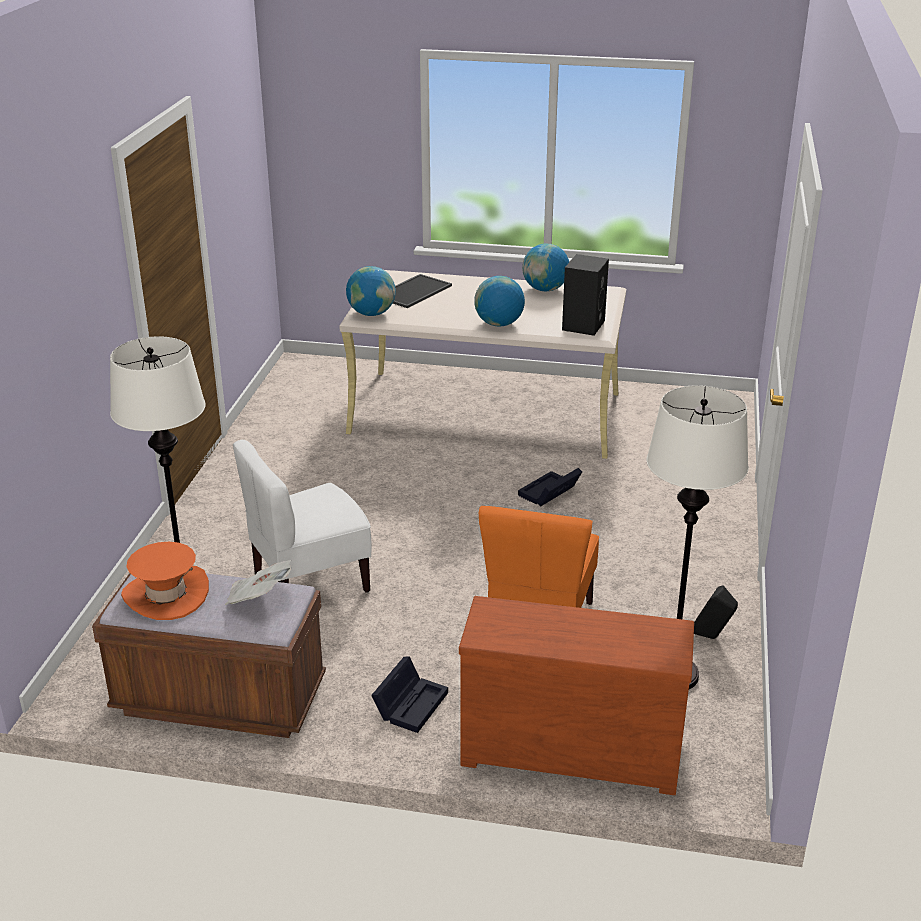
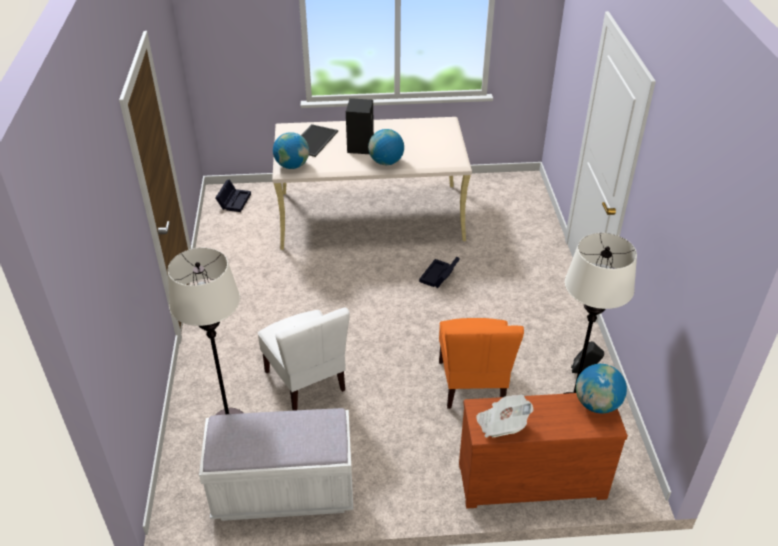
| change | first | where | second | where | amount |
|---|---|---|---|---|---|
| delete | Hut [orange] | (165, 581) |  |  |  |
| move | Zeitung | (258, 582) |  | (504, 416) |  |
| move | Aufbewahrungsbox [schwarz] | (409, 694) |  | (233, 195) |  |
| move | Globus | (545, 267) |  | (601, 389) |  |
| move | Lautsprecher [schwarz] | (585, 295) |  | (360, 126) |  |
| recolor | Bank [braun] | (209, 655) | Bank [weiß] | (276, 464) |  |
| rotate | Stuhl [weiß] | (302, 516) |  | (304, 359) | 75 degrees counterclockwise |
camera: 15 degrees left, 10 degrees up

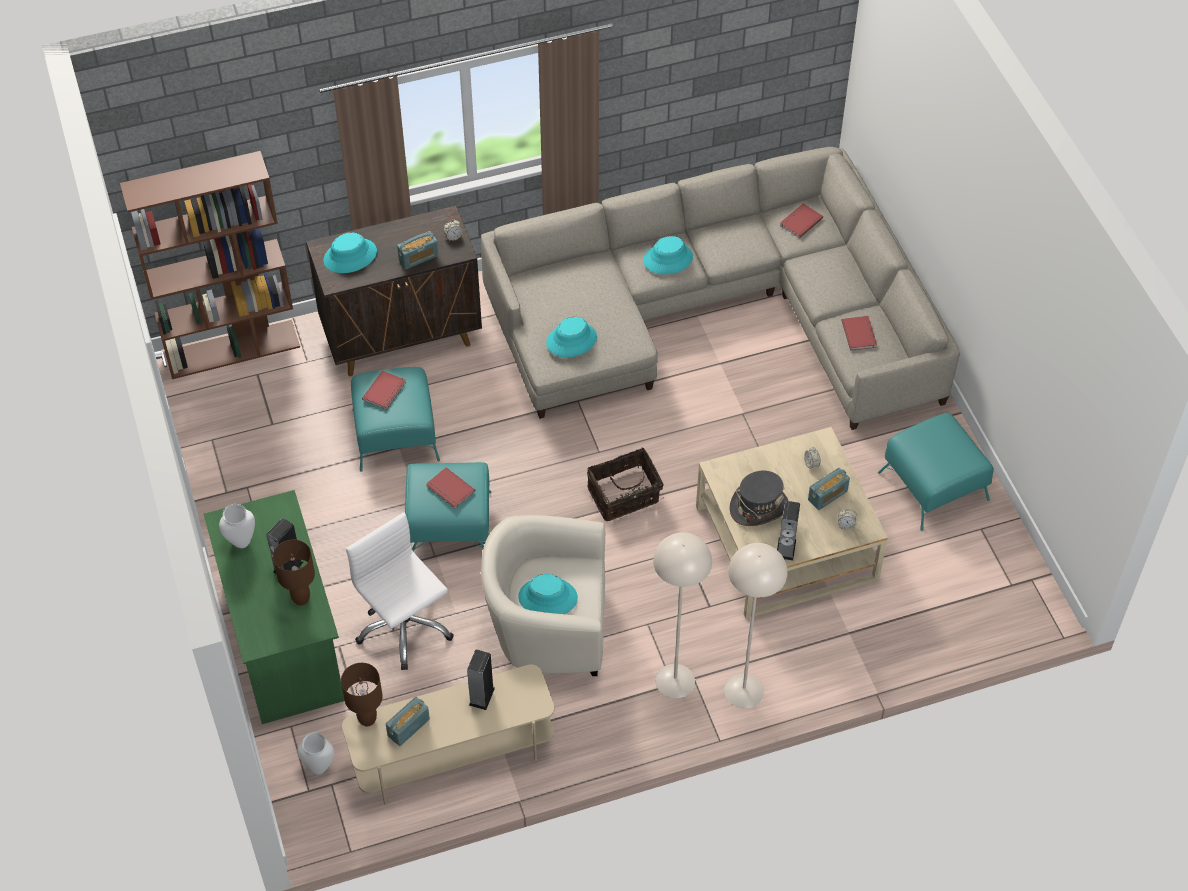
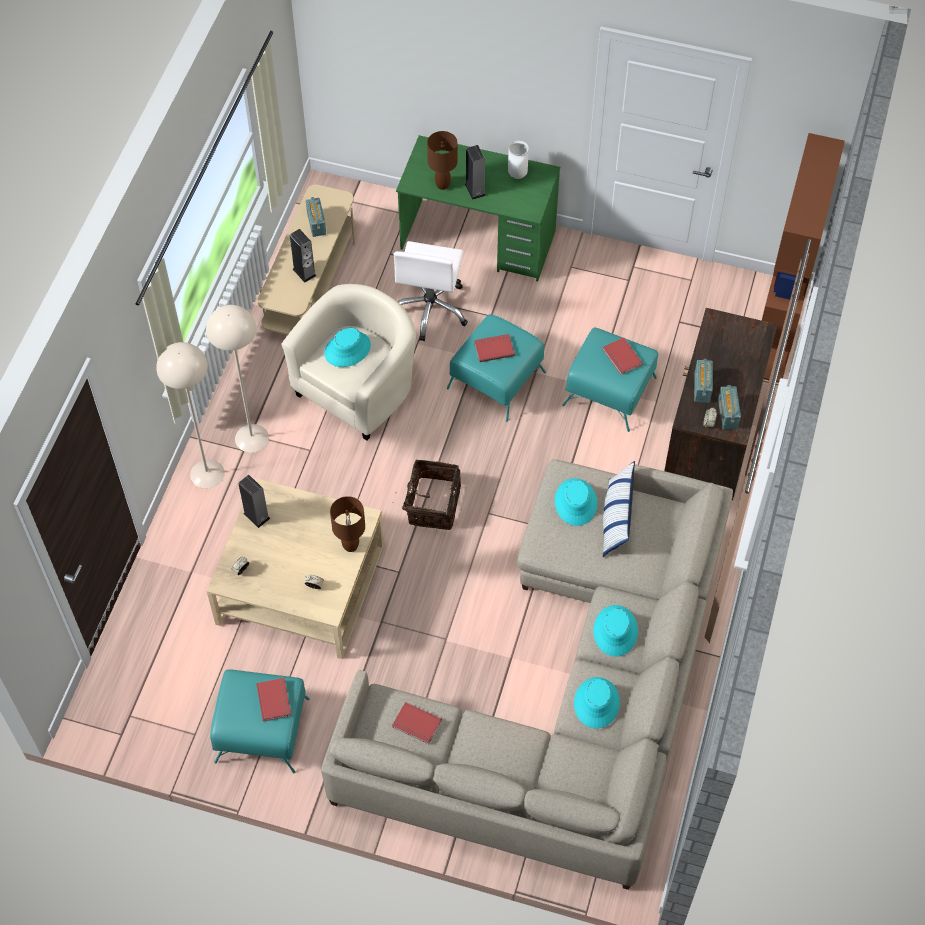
| change | first | where | second | where | amount |
|---|---|---|---|---|---|
| delete | Vase [weiß] | (315, 753) |  |  |  |
| delete | Hut [grau] | (759, 498) |  |  |  |
| insert |  |  | Kissen | (619, 509) |  |
| move | Hut [türkis] | (350, 252) |  | (597, 703) |  |
| move | Tischlampe [braun] | (362, 694) |  | (347, 524) |  |
| move | Buch [rot] | (801, 221) |  | (273, 699) |  |
| move | Radio | (829, 489) |  | (729, 407) |  |
| rotate | Bürostuhl [weiß] | (400, 591) |  | (431, 291) | 105 degrees clockwise |
camera: 125 degrees right, 5 degrees up

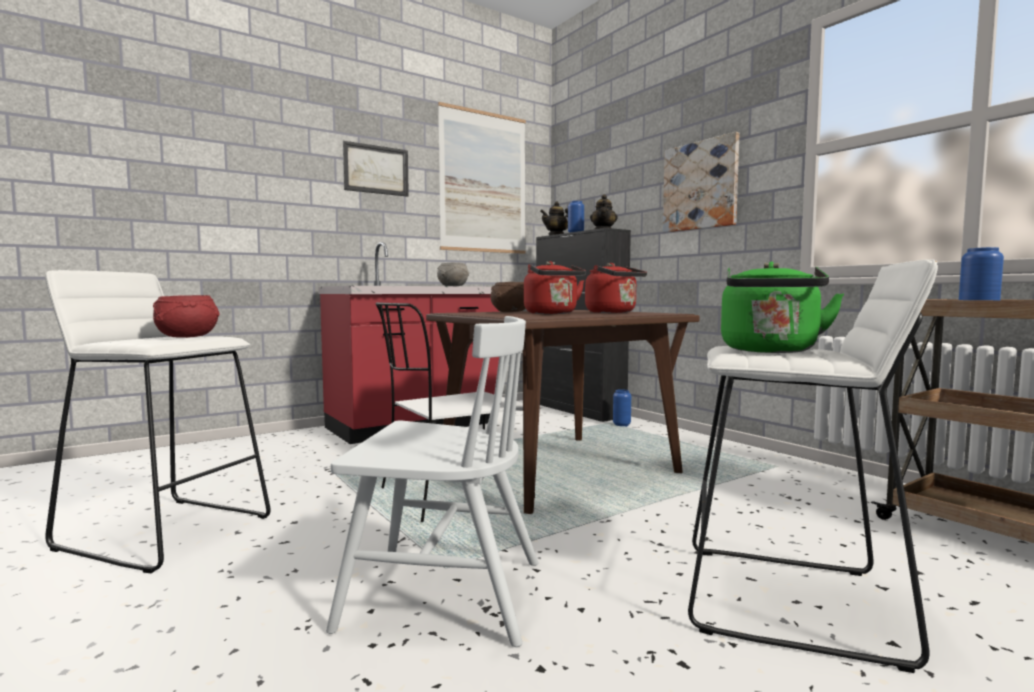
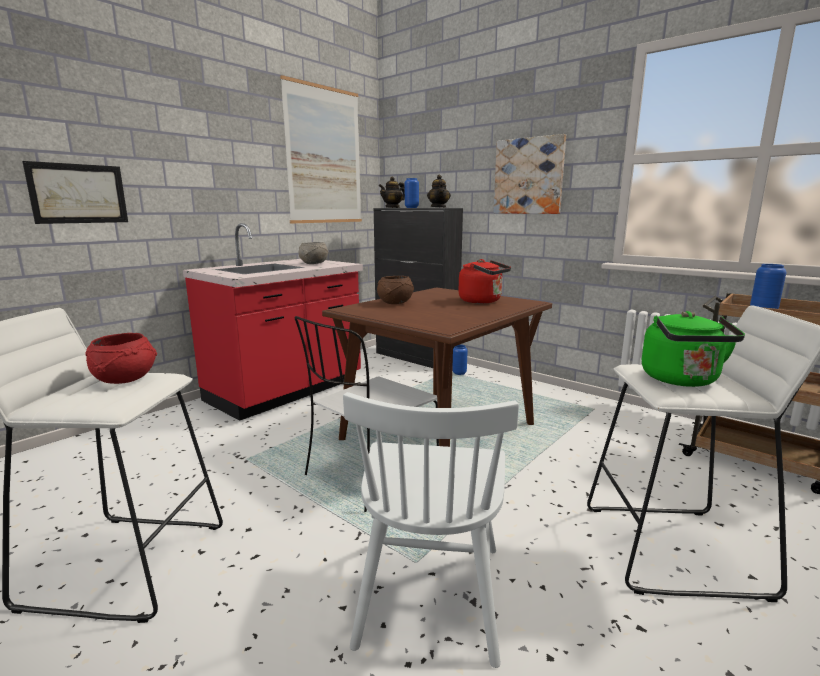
| change | first | where | second | where | amount |
|---|---|---|---|---|---|
| delete | Wasserkessel [rot] | (555, 287) |  |  |  |
| move | Bild | (376, 169) |  | (75, 192) |  |
| rotate | Stuhl [weiß] | (432, 481) |  | (431, 530) | 105 degrees clockwise |
camera: 15 degrees left, 10 degrees up

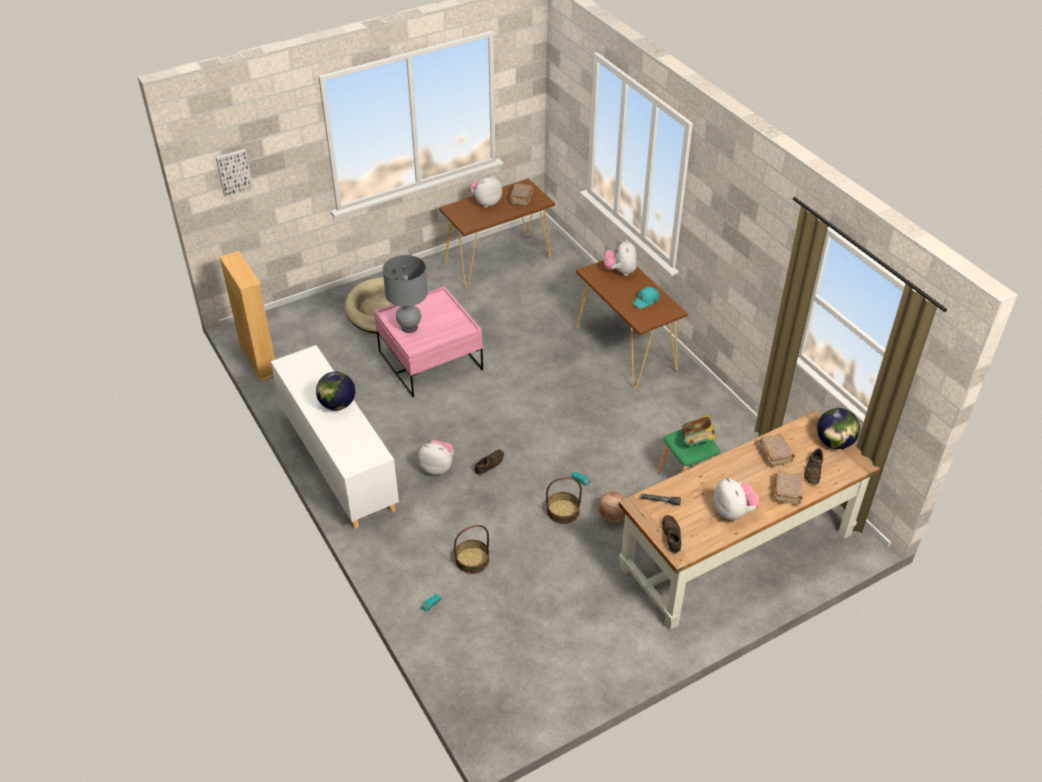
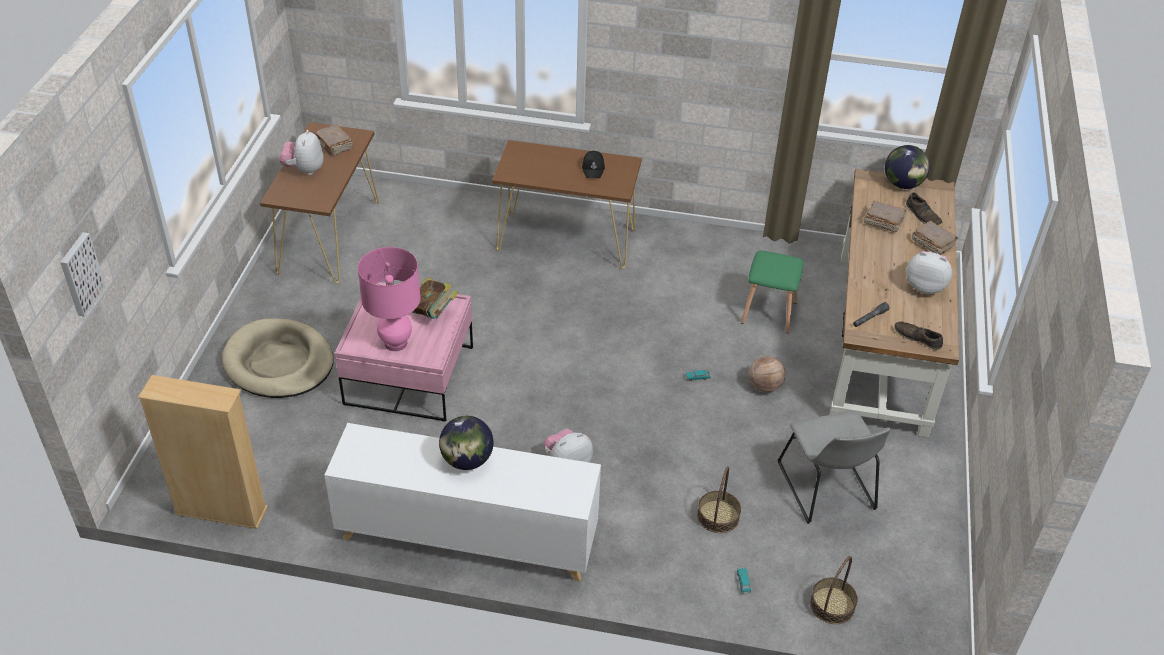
| change | first | where | second | where | amount |
|---|---|---|---|---|---|
| delete | Schuh [braun] | (489, 462) |  |  |  |
| delete | Plüschtier | (620, 258) |  |  |  |
| insert |  |  | Stuhl [grau] | (834, 467) |  |
| move | Korb | (564, 500) |  | (834, 590) |  |
| move | Buch | (699, 430) |  | (435, 298) |  |
| recolor | Tischlampe [grau] | (405, 294) | Tischlampe [rosa] | (389, 299) |  |
| recolor | Kappe [türkis] | (646, 298) | Kappe [schwarz] | (593, 164) |  |
camera: 50 degrees left, 0 degrees up

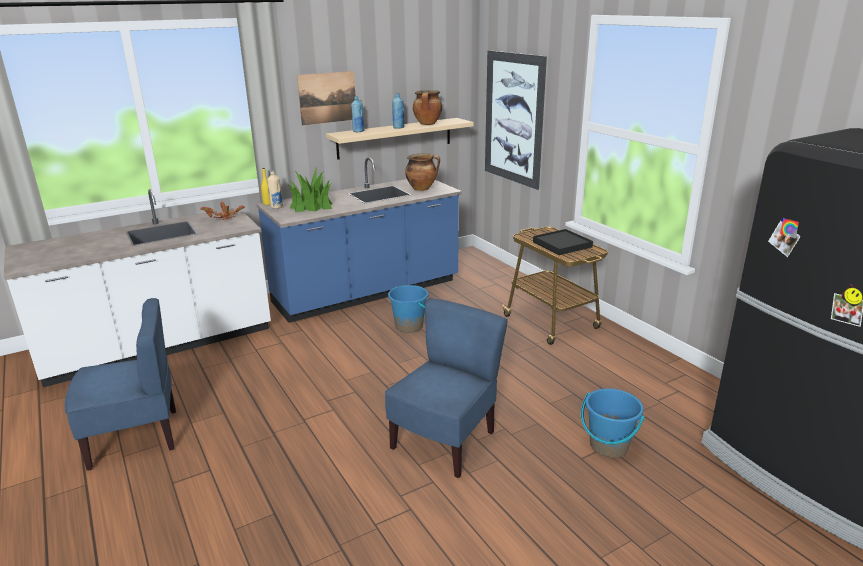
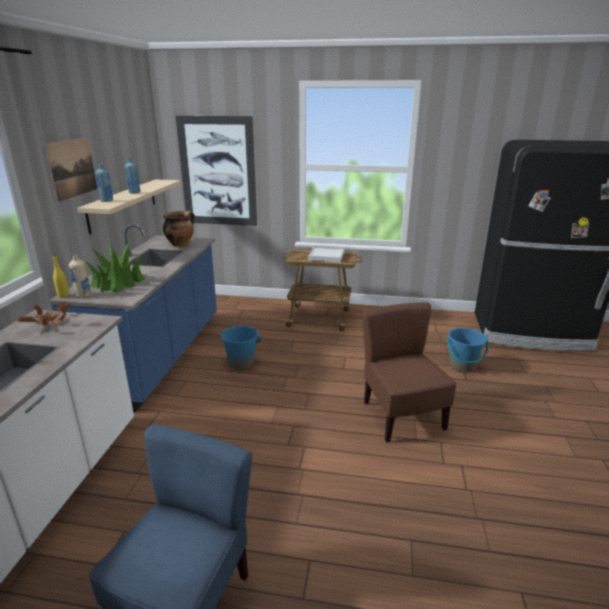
| change | first | where | second | where | amount |
|---|---|---|---|---|---|
| delete | Kochtopf | (427, 107) |  |  |  |
| recolor | Stuhl [blau] | (446, 388) | Stuhl [braun] | (409, 372) |  |
| recolor | Tablett [schwarz] | (563, 242) | Tablett [weiß] | (326, 254) |  |
camera: 50 degrees left, 0 degrees up

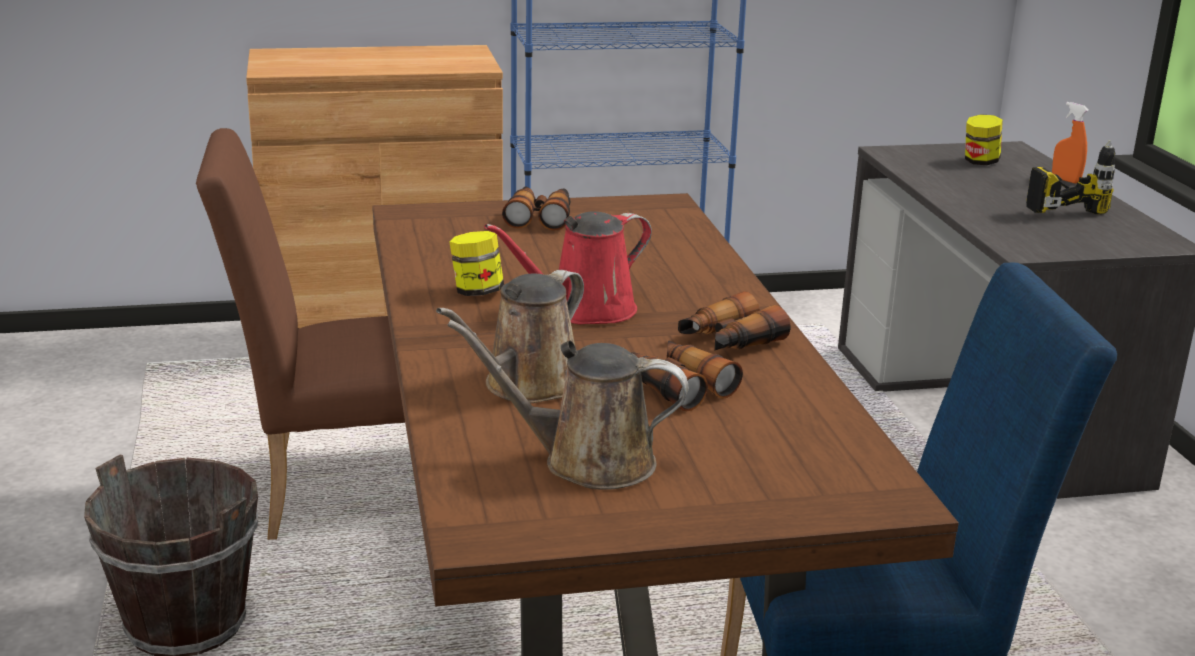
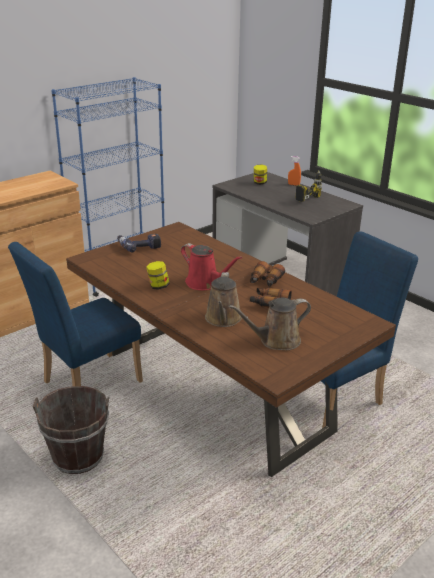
| change | first | where | second | where | amount |
|---|---|---|---|---|---|
| replace | Fernglas | (536, 208) | Bohrmaschine | (139, 243) |  |
| recolor | Stuhl [braun] | (300, 334) | Stuhl [blau] | (75, 314) |  |
| rotate | Gießkanne [rot] | (568, 267) |  | (211, 266) | 75 degrees counterclockwise |
camera: 30 degrees left, 5 degrees up

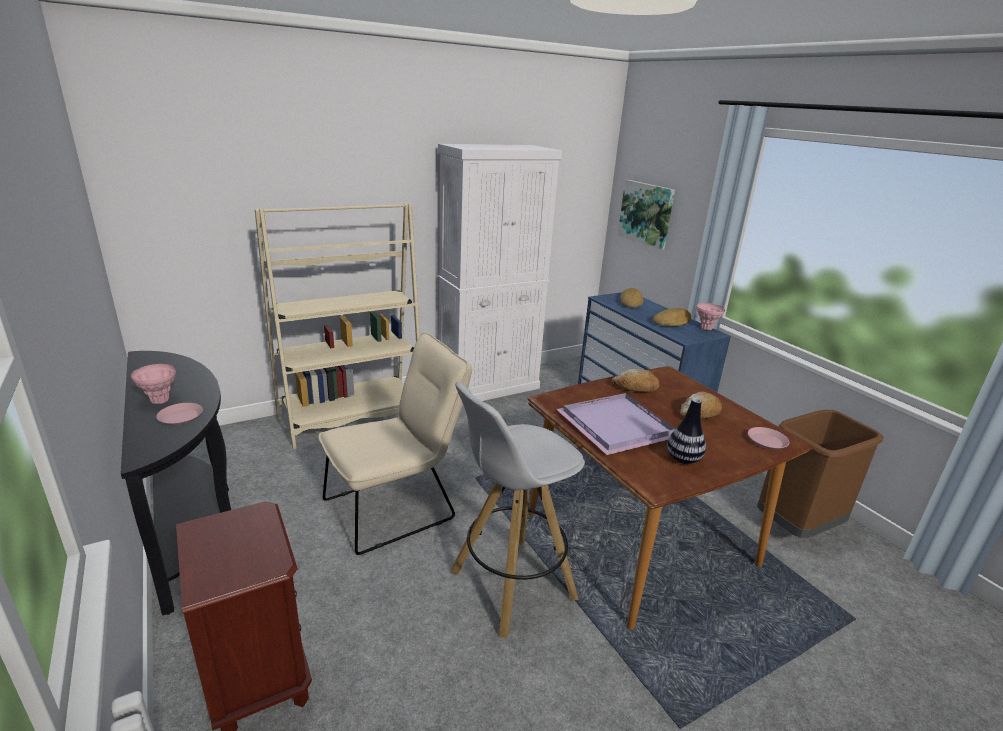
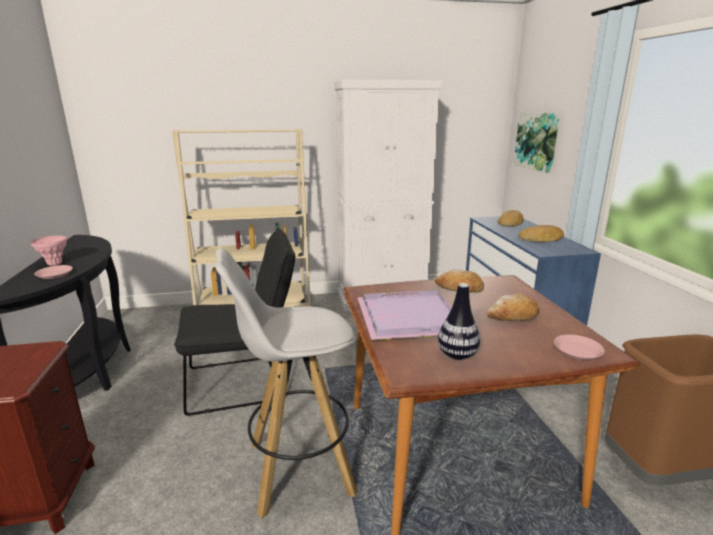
| change | first | where | second | where | amount |
|---|---|---|---|---|---|
| delete | Vase [rosa] | (711, 316) |  |  |  |
| recolor | Stuhl [beige] | (395, 444) | Stuhl [schwarz] | (234, 322) |  |
camera: 20 degrees right, 5 degrees down

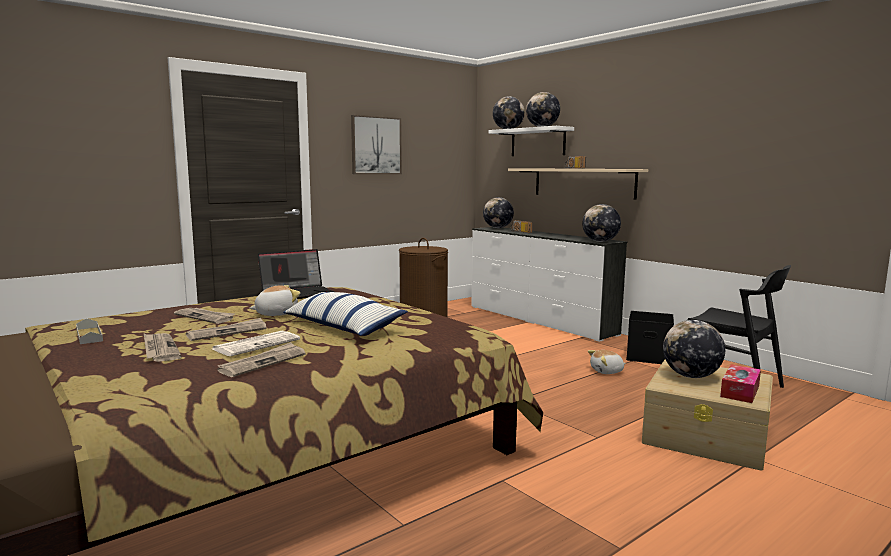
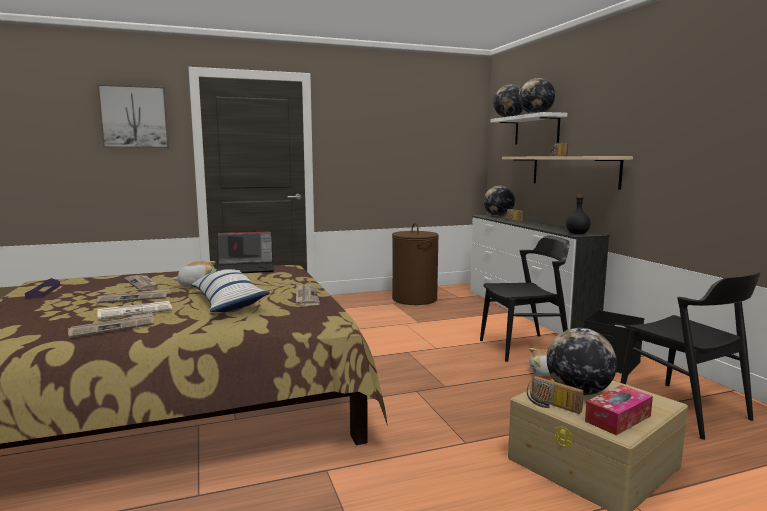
| change | first | where | second | where | amount |
|---|---|---|---|---|---|
| insert |  |  | Stuhl [schwarz] | (524, 298) |  |
| insert |  |  | Radio | (555, 395) |  |
| move | Zeitung | (163, 347) |  | (308, 295) |  |
| move | Bild | (376, 144) |  | (133, 116) |  |
| replace | Globus | (601, 223) | Flasche [schwarz] | (578, 214) |  |
| recolor | Tablett [grau] | (89, 331) | Tablett [lila] | (42, 288) |  |
camera: 20 degrees right, 0 degrees up

